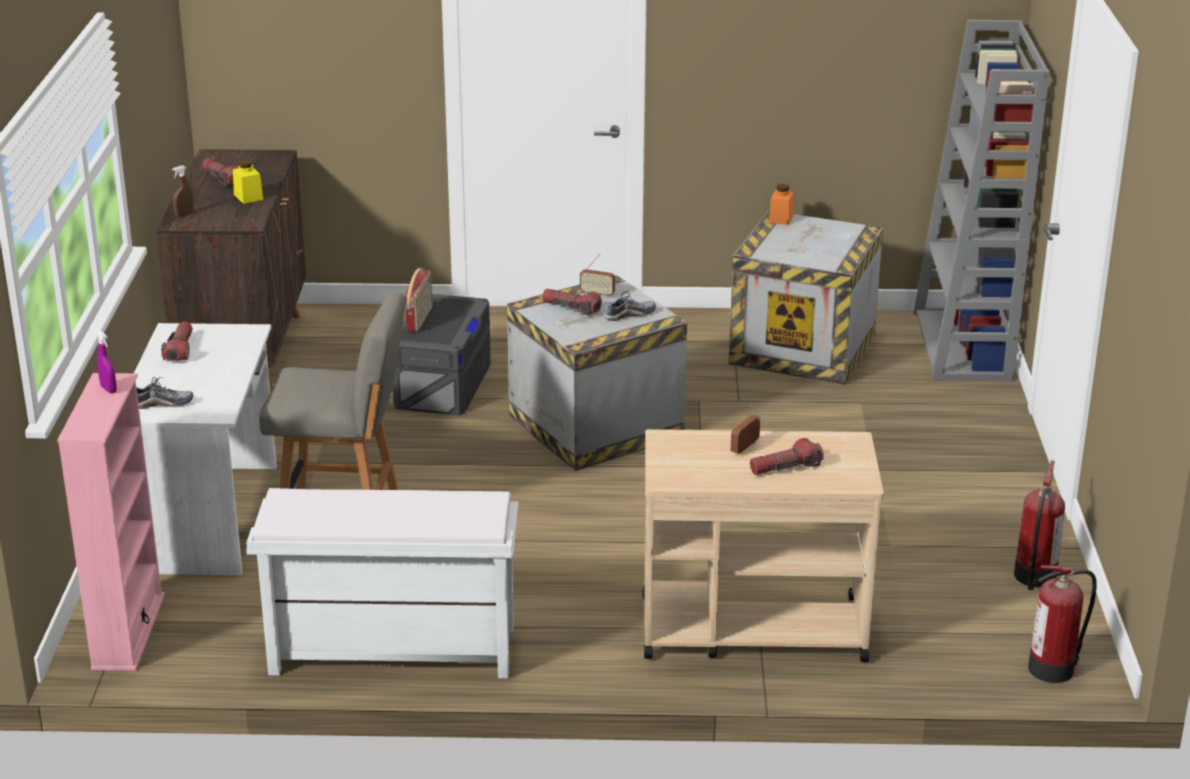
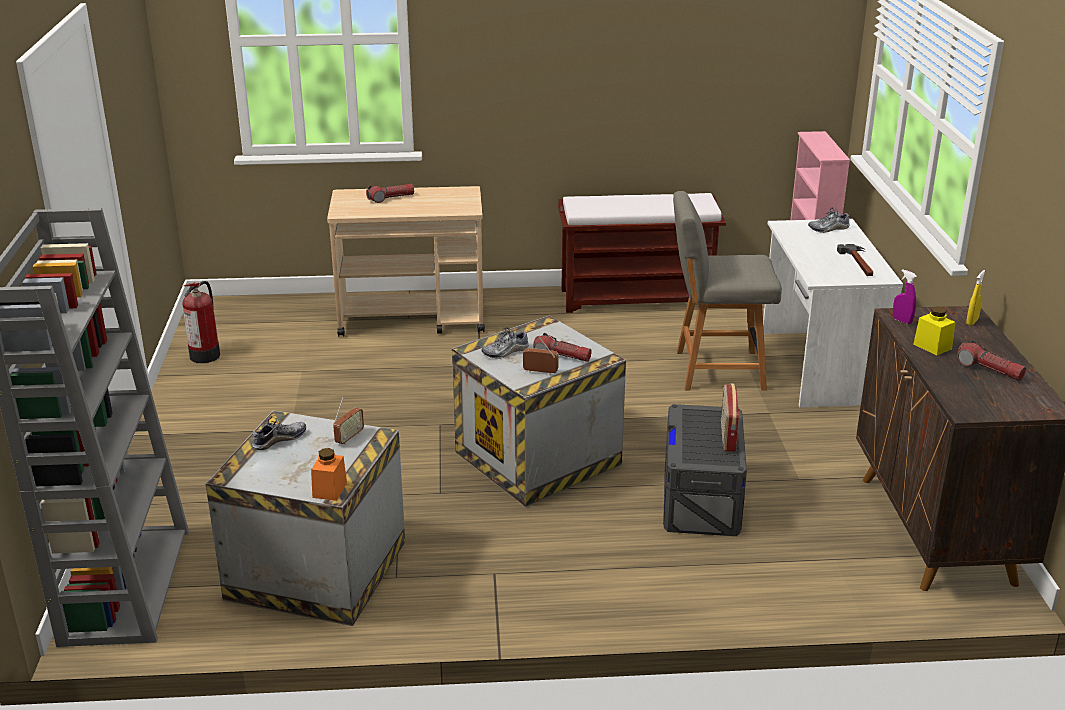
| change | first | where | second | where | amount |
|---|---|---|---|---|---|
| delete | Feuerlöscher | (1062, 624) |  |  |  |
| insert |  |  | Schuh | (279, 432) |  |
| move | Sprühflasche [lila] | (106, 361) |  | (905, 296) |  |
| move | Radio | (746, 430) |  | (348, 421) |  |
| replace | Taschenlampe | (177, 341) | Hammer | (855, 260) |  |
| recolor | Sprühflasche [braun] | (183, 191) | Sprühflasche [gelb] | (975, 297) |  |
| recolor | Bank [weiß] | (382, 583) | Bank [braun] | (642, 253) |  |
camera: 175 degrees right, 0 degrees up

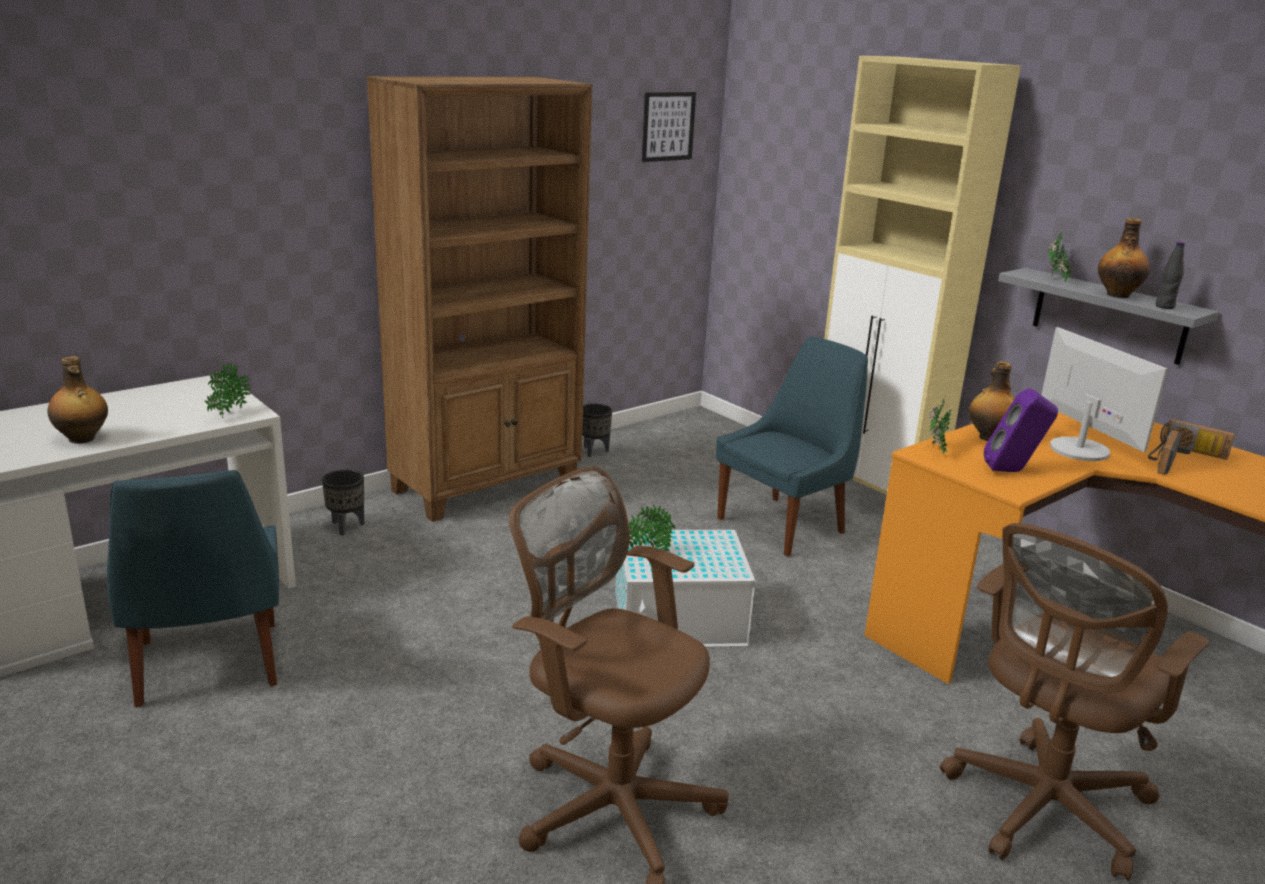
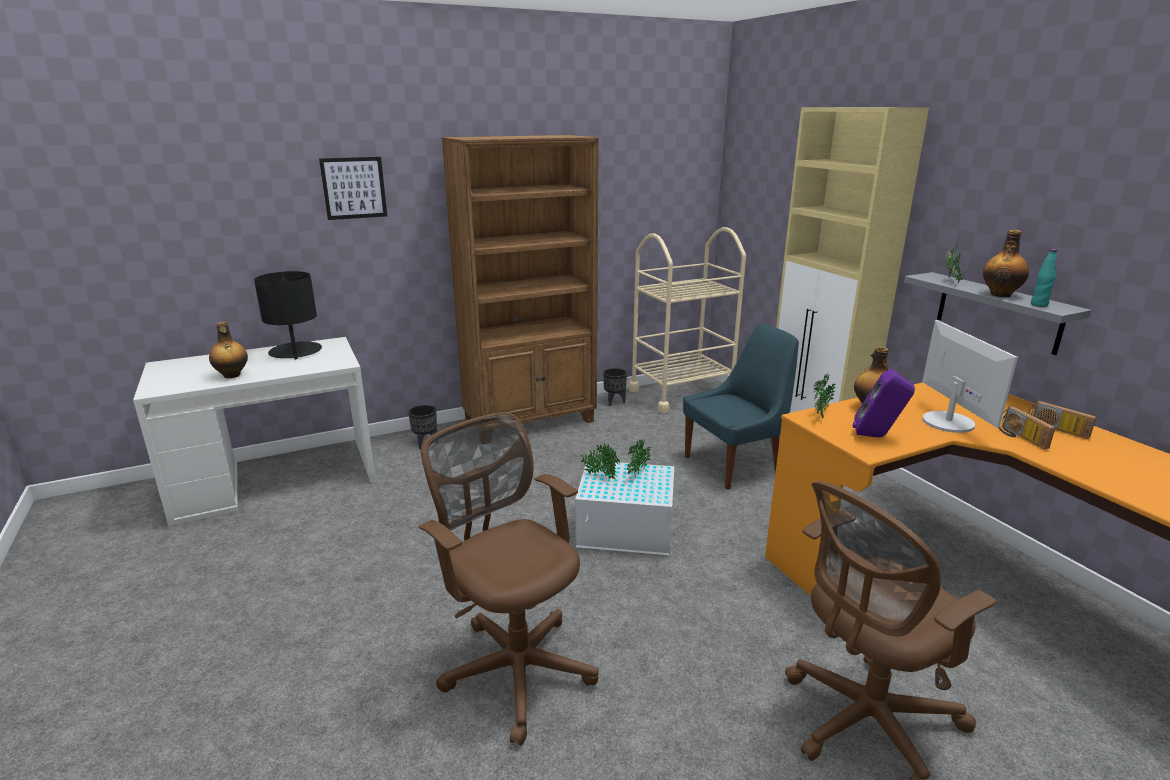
| change | first | where | second | where | amount |
|---|---|---|---|---|---|
| delete | Stuhl [blau] | (193, 588) |  |  |  |
| insert |  |  | Tischlampe [schwarz] | (288, 315) |  |
| insert |  |  | Rollwagen [beige] | (687, 320) |  |
| move | Topfpflanze | (227, 390) |  | (639, 458) |  |
| move | Bild | (668, 127) |  | (353, 188) |  |
| recolor | Flasche [schwarz] | (1170, 275) | Flasche [türkis] | (1044, 278) |  |
| rotate | Radio | (1165, 452) |  | (1027, 427) | 60 degrees counterclockwise |
camera: 15 degrees right, 0 degrees up

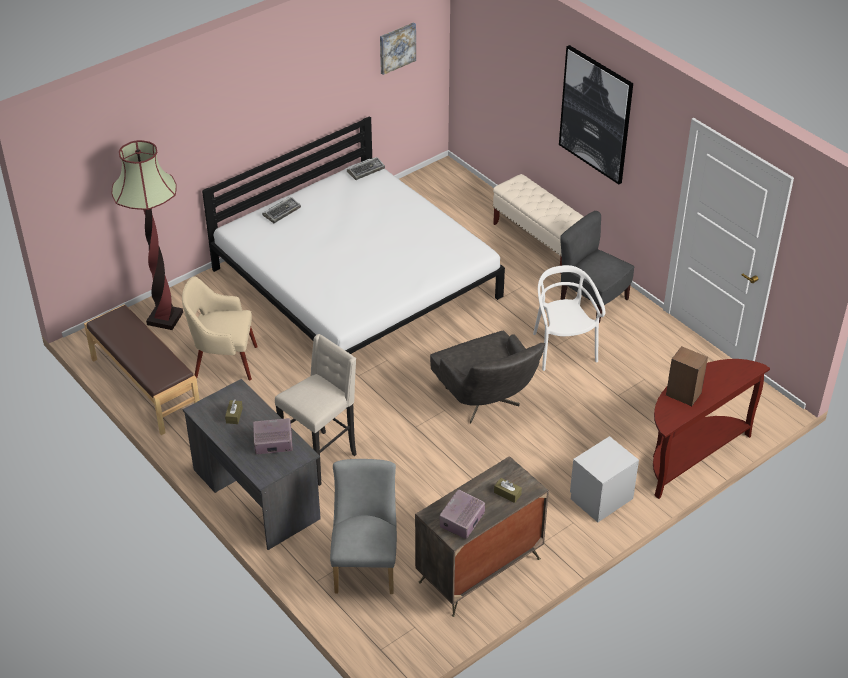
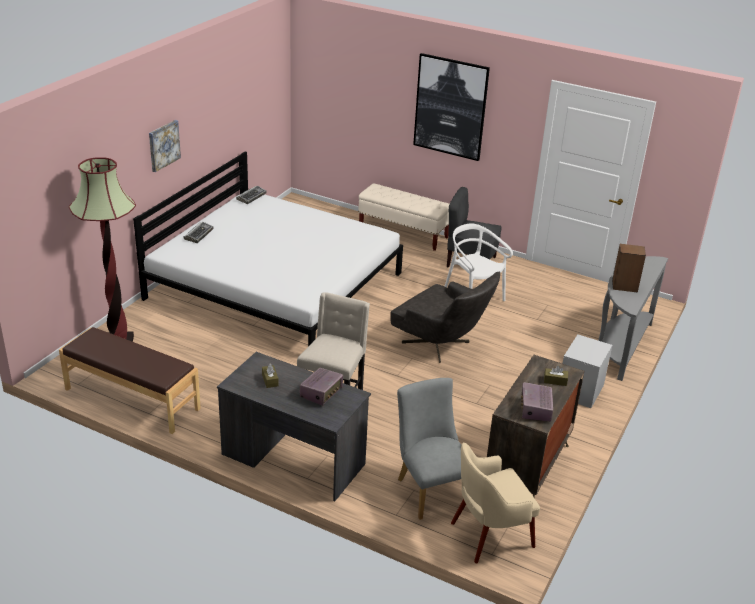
| change | first | where | second | where | amount |
|---|---|---|---|---|---|
| move | Sessel [beige] | (220, 328) |  | (495, 502) |  |
| move | Bild | (398, 48) |  | (165, 146) |  |
| recolor | Konsolentisch [braun] | (711, 429) | Konsolentisch [grau] | (633, 318) |  |
| rotate | Radio | (273, 436) |  | (321, 387) | 150 degrees clockwise |
camera: 25 degrees left, 10 degrees down

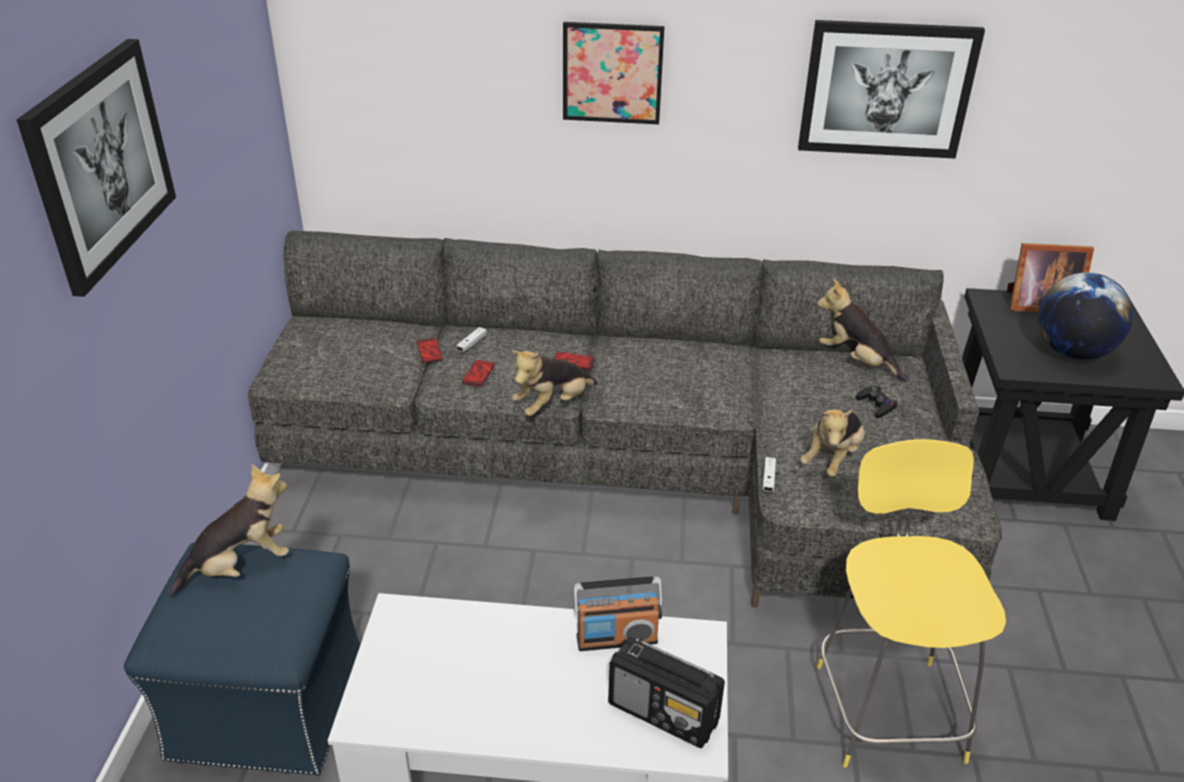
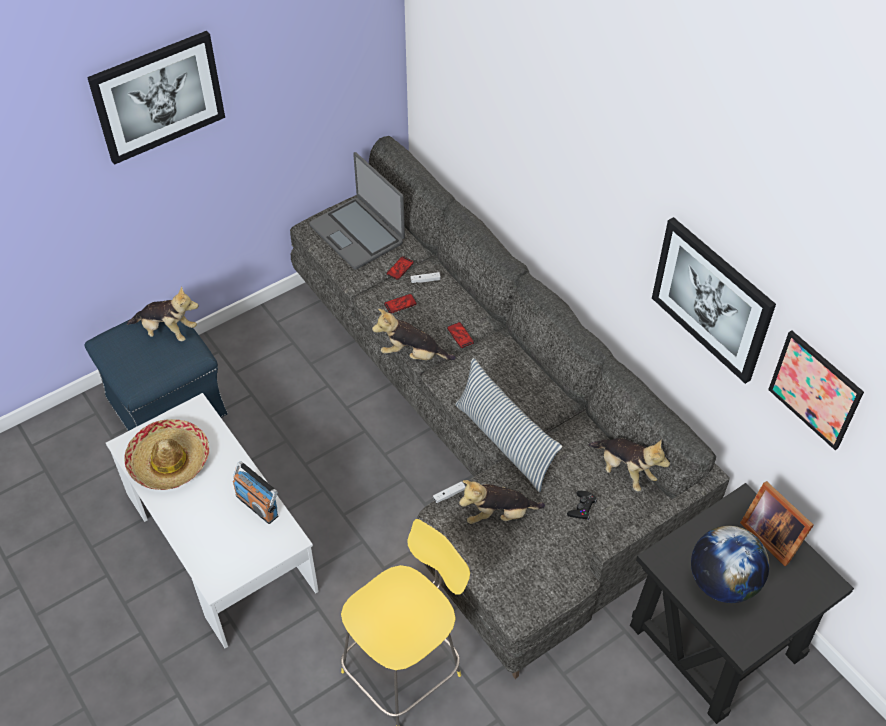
| change | first | where | second | where | amount |
|---|---|---|---|---|---|
| delete | Radio | (666, 692) |  |  |  |
| insert |  |  | Hut | (166, 454) |  |
| insert |  |  | Laptop | (357, 211) |  |
| insert |  |  | Kissen | (508, 425) |  |
| move | Bild | (613, 73) |  | (816, 390) |  |
| rotate | Plüschtier | (863, 330) |  | (629, 465) | 135 degrees clockwise |
camera: 50 degrees right, 15 degrees up

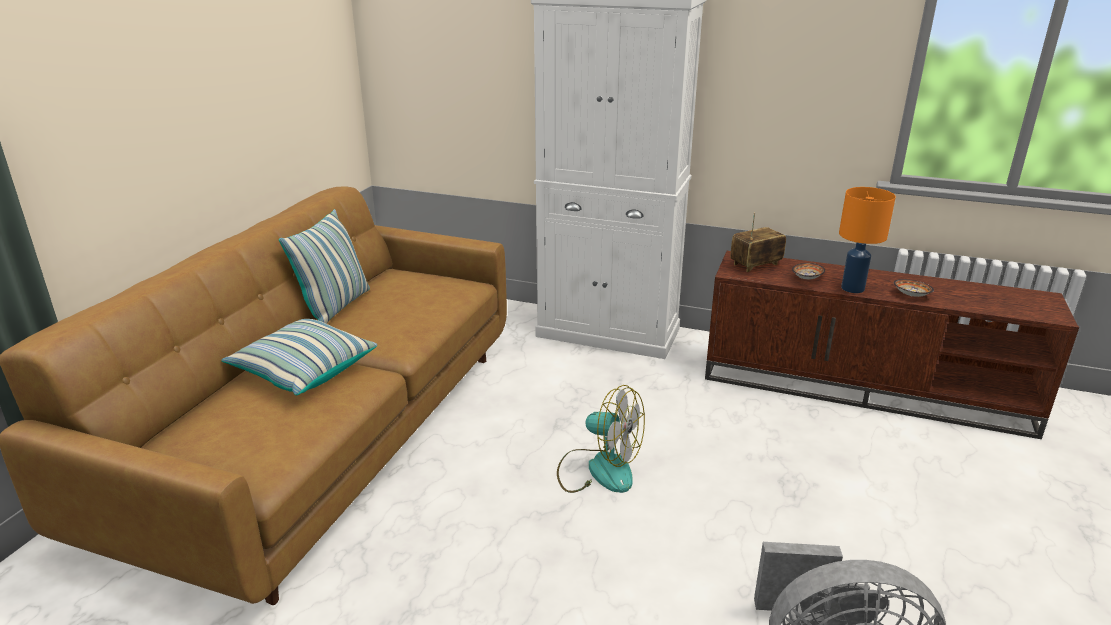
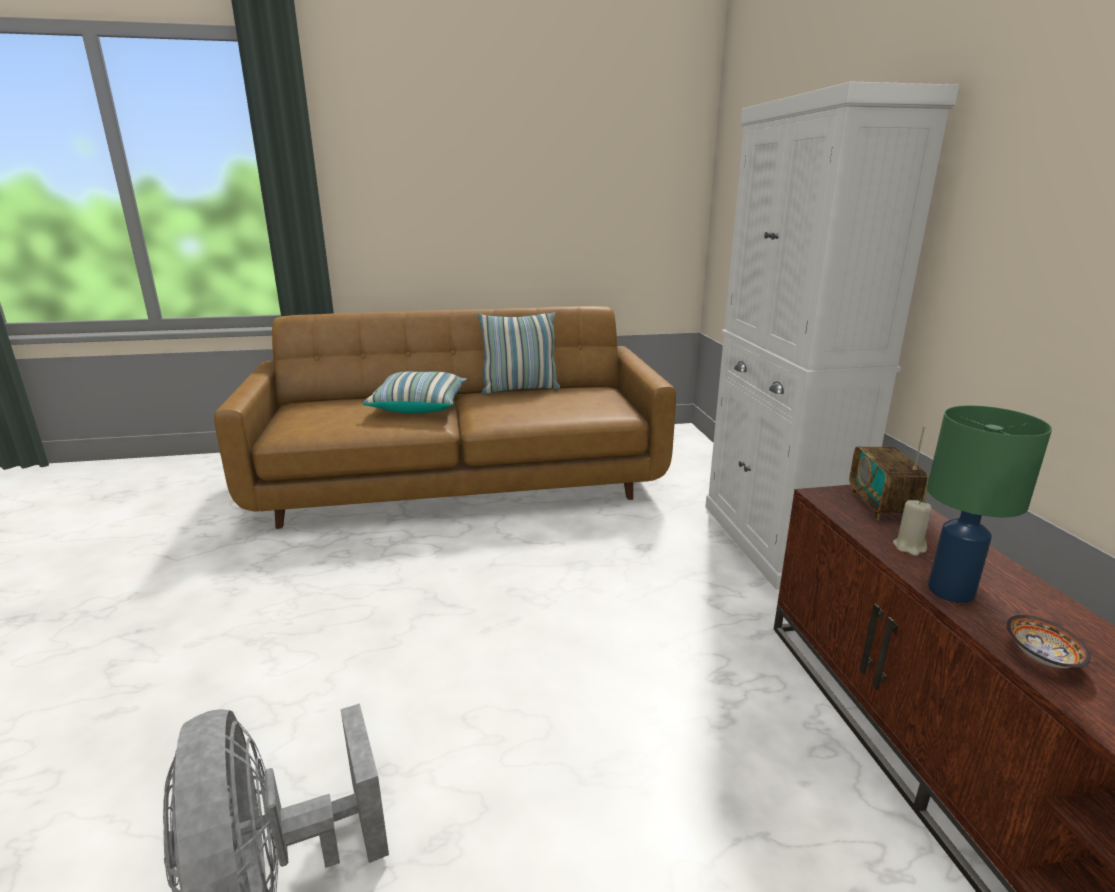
| change | first | where | second | where | amount |
|---|---|---|---|---|---|
| delete | Ventilator | (601, 439) |  |  |  |
| replace | Schüssel | (808, 271) | Kerze [beige] | (912, 528) |  |
| recolor | Tischlampe [orange] | (867, 240) | Tischlampe [grün] | (989, 504) |  |
| rotate | Radio | (758, 242) |  | (889, 473) | 120 degrees counterclockwise |
camera: 60 degrees right, 5 degrees down

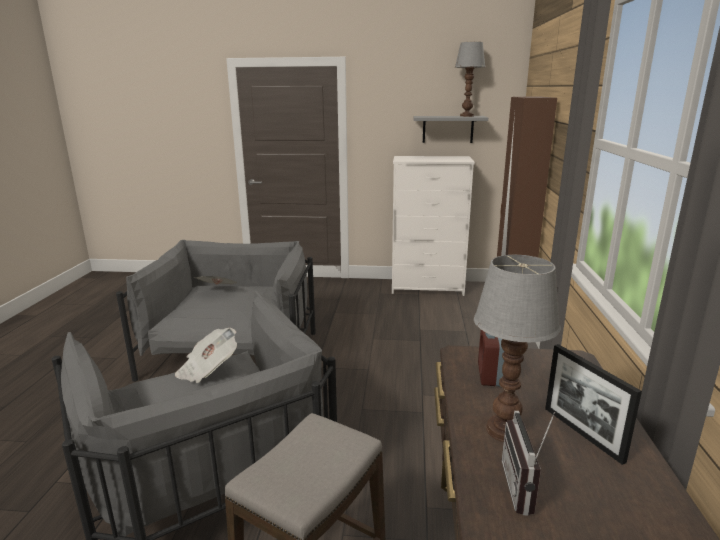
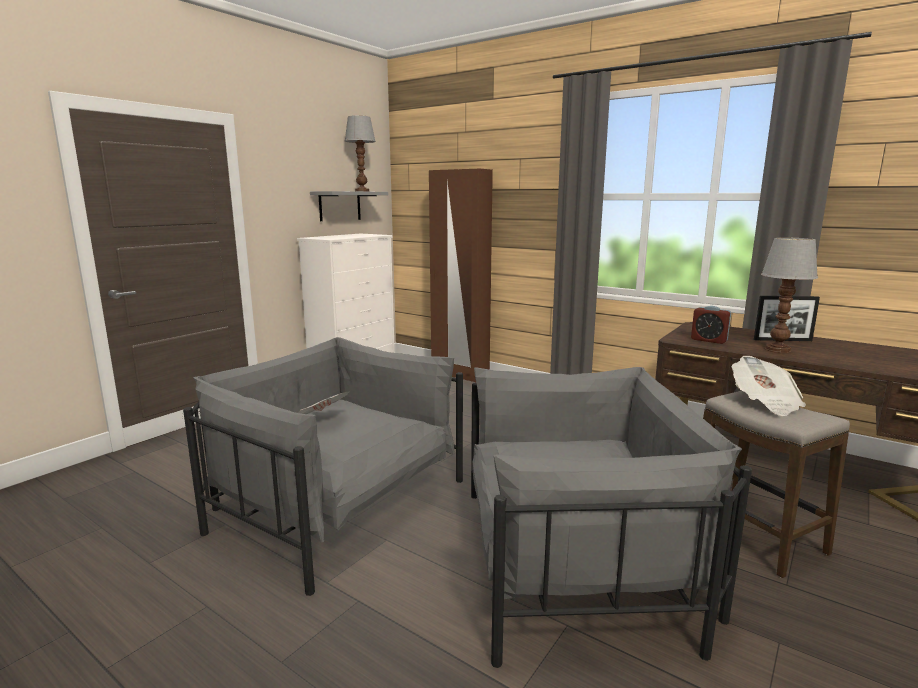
| change | first | where | second | where | amount |
|---|---|---|---|---|---|
| delete | Radio | (528, 463) |  |  |  |
| move | Zeitung | (206, 355) |  | (768, 386) |  |
camera: 60 degrees left, 5 degrees down

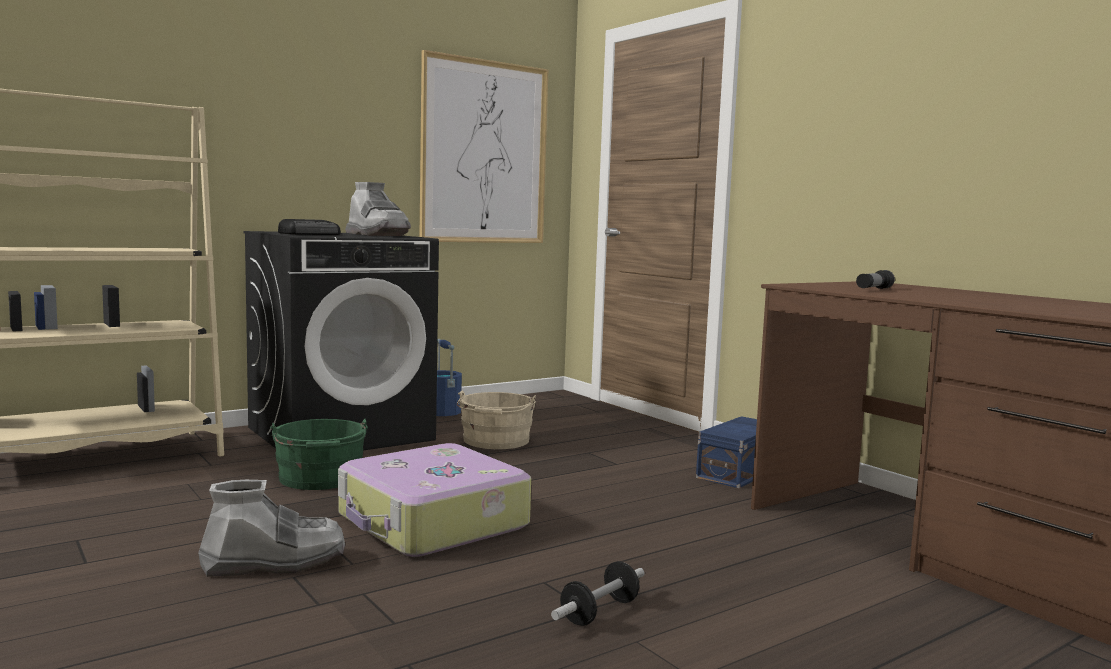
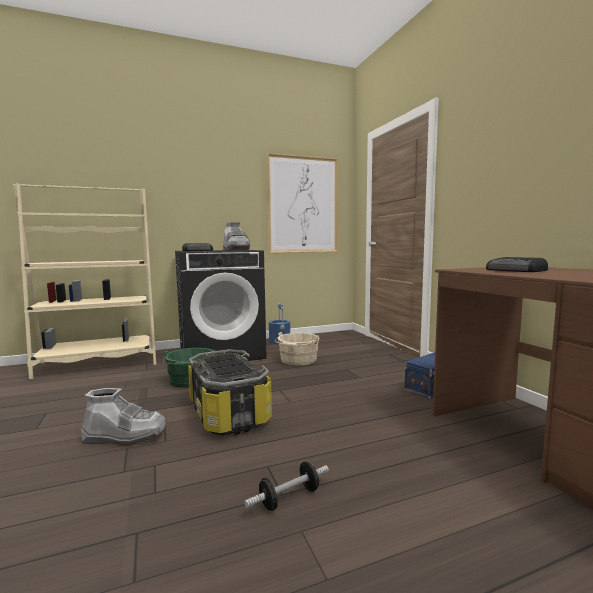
| change | first | where | second | where | amount |
|---|---|---|---|---|---|
| replace | Koffer | (434, 500) | Aufbewahrungsbox | (230, 392) |  |
| replace | Taschenlampe | (875, 279) | Radio | (517, 264) |  |
camera: 15 degrees right, 0 degrees up

